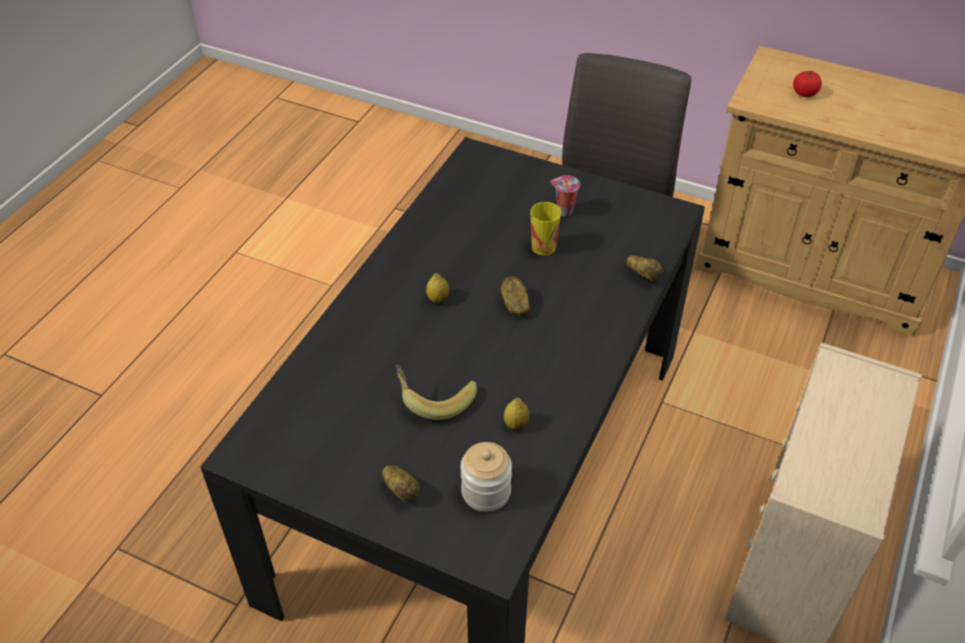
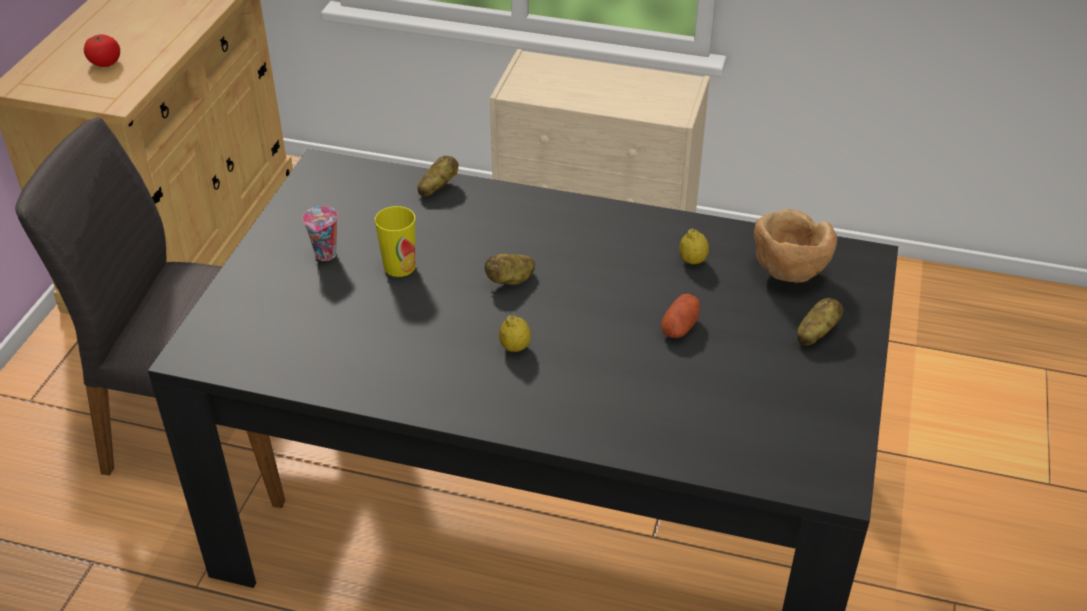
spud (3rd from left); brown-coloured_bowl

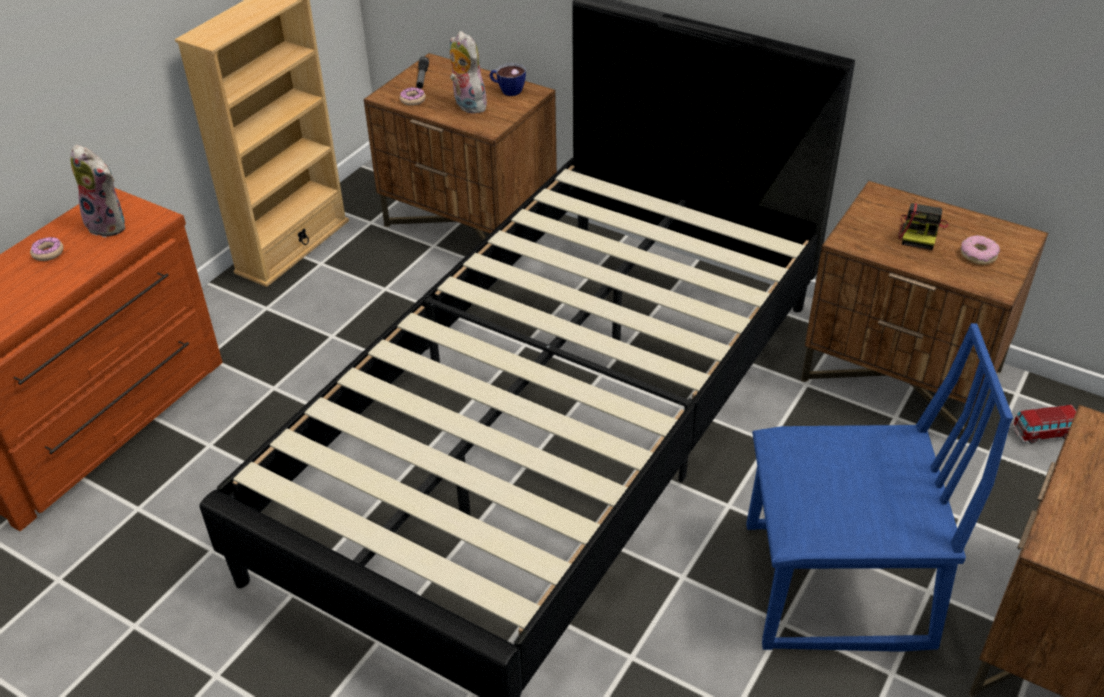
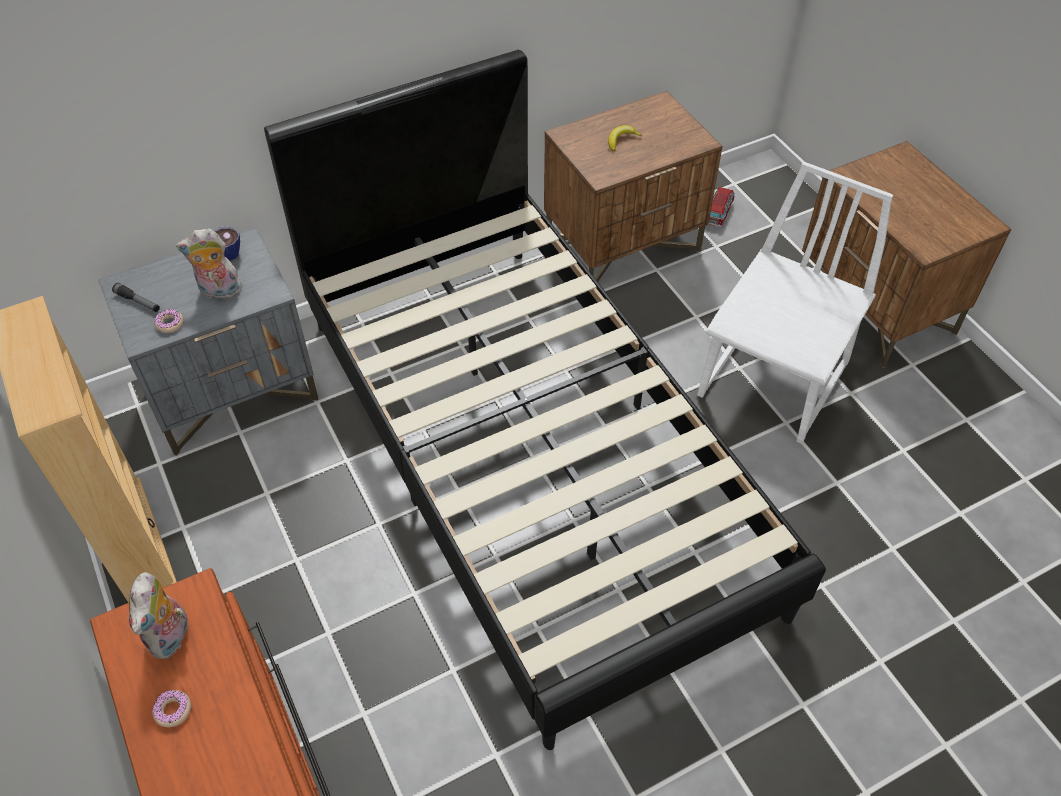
plush_toy (1st from left); greyish_bedside_table; white_chair; whole_banana; donut (3rd from left in the first image)

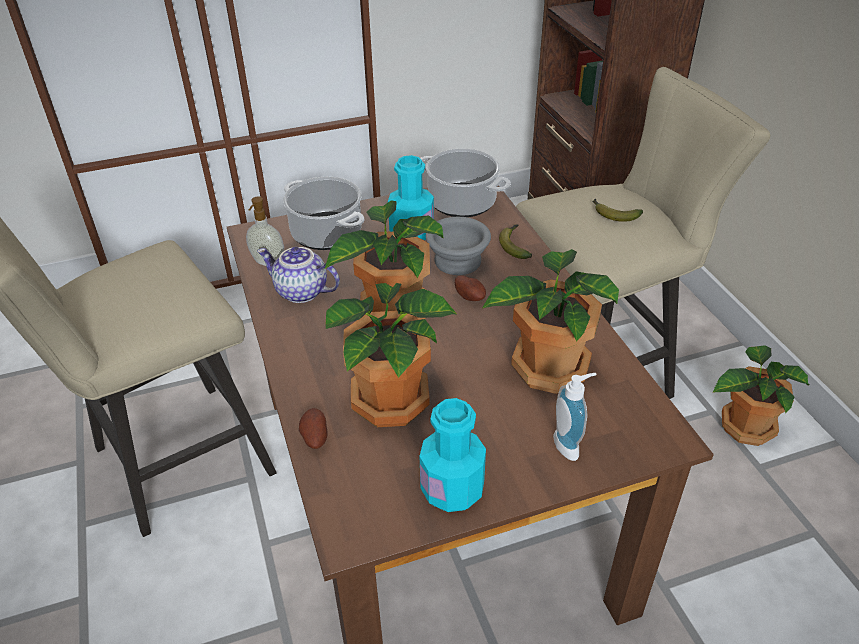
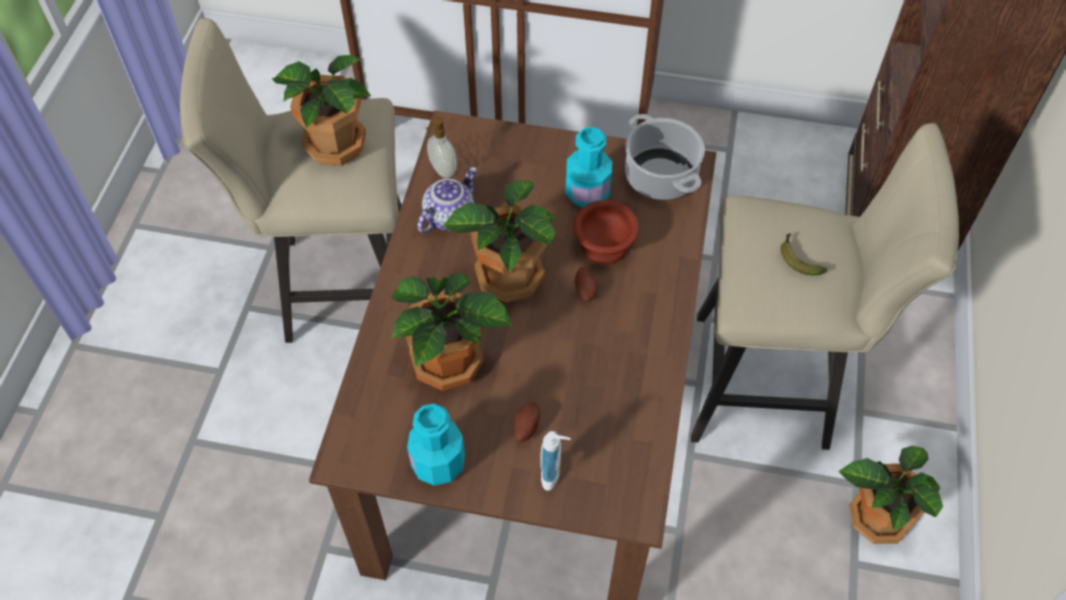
teapot; saucepot (1st from left in the first image); spud (1st from left); brown-coloured_bowl; potted_plant (1st from left); whole_banana (1st from left in the first image)

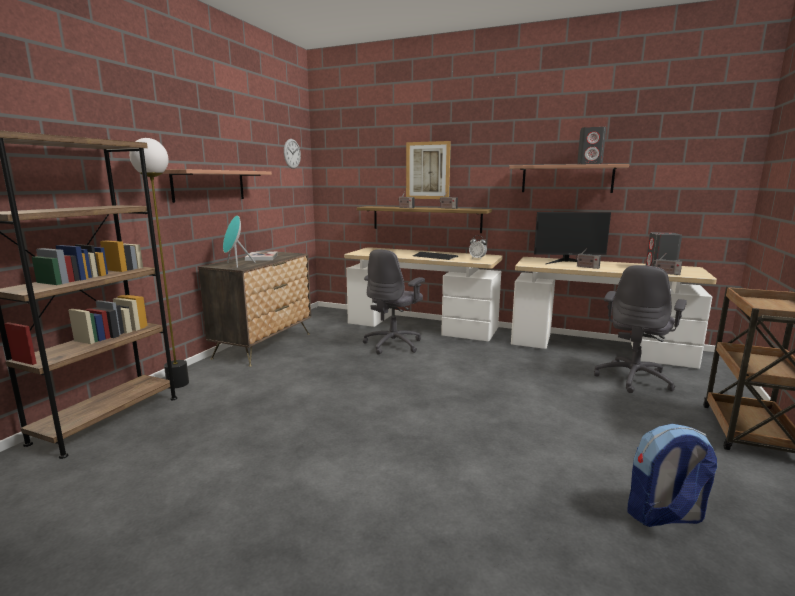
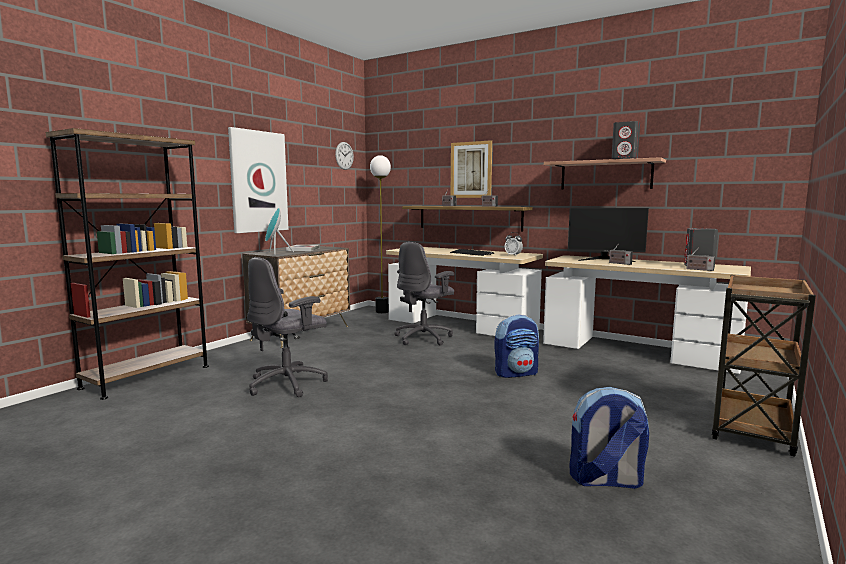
standing_lamp; wall_picture (1st from left); greyish_computer_chair (1st from left); knapsack (1st from left)

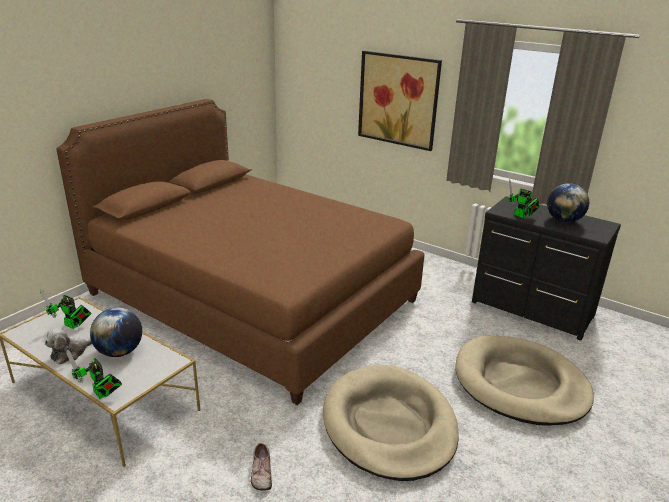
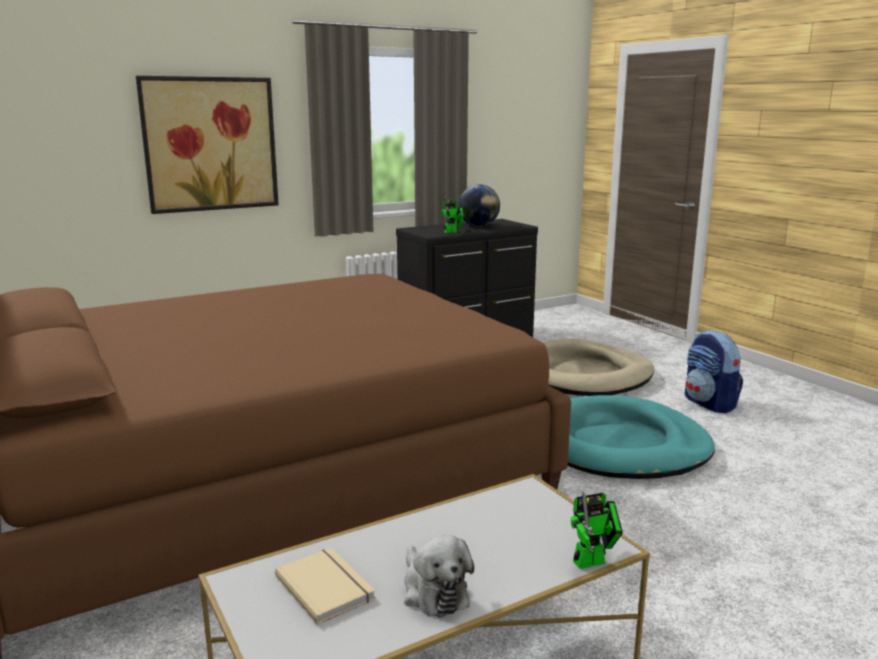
sand-coloured_volume; world_globe (1st from left in the first image); item_of_footwear; turquoise-coloured_dog_bed; knapsack

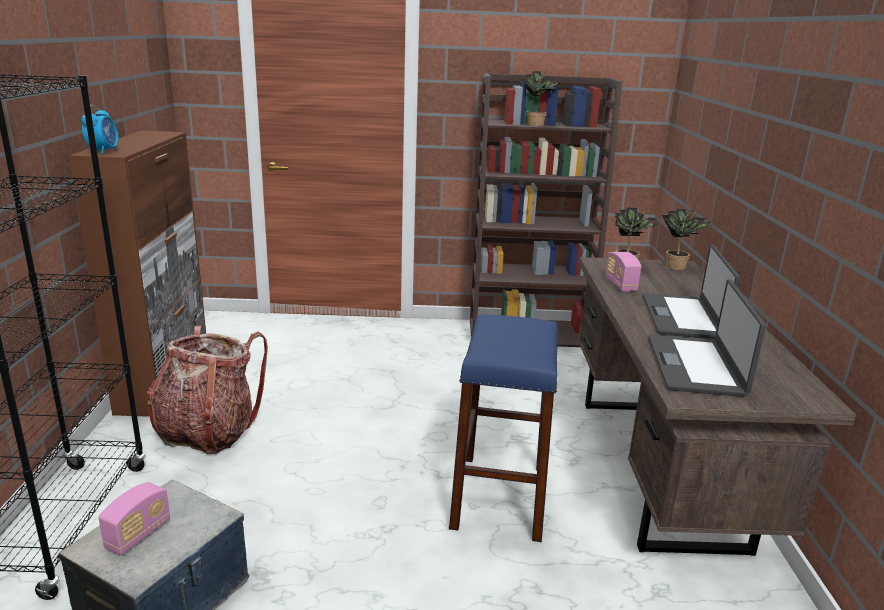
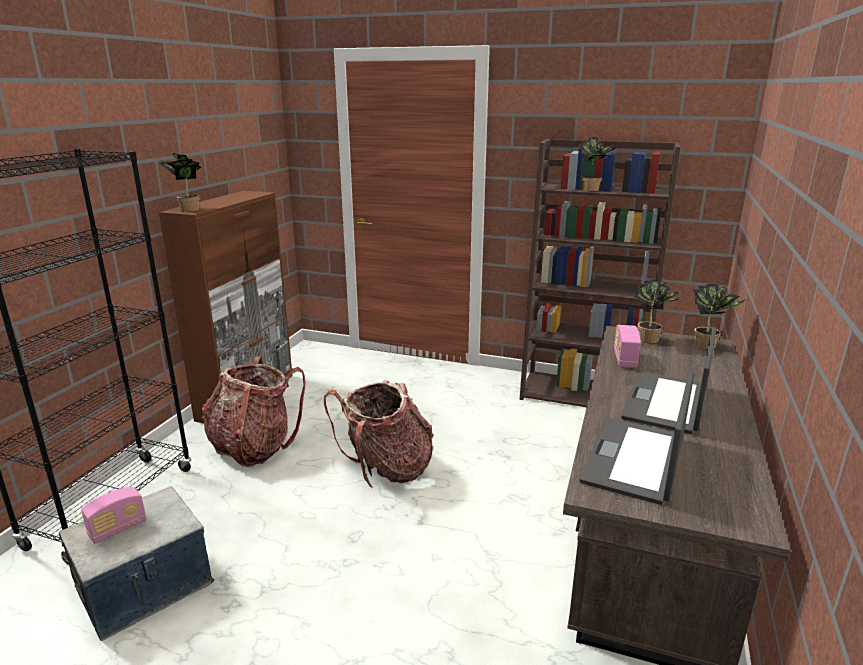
potted_plant (1st from left); blue_sitting_stool; knapsack (2nd from left)

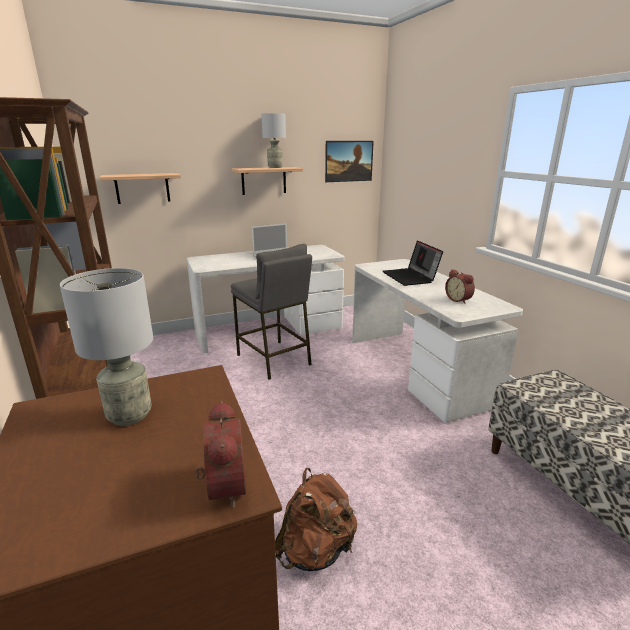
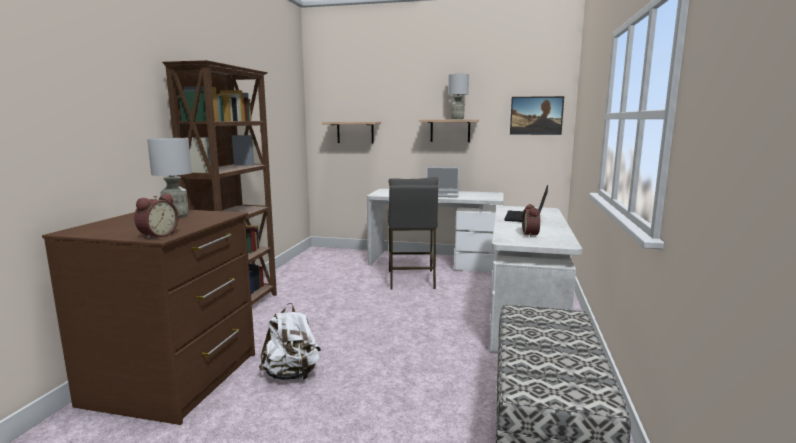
white_knapsack

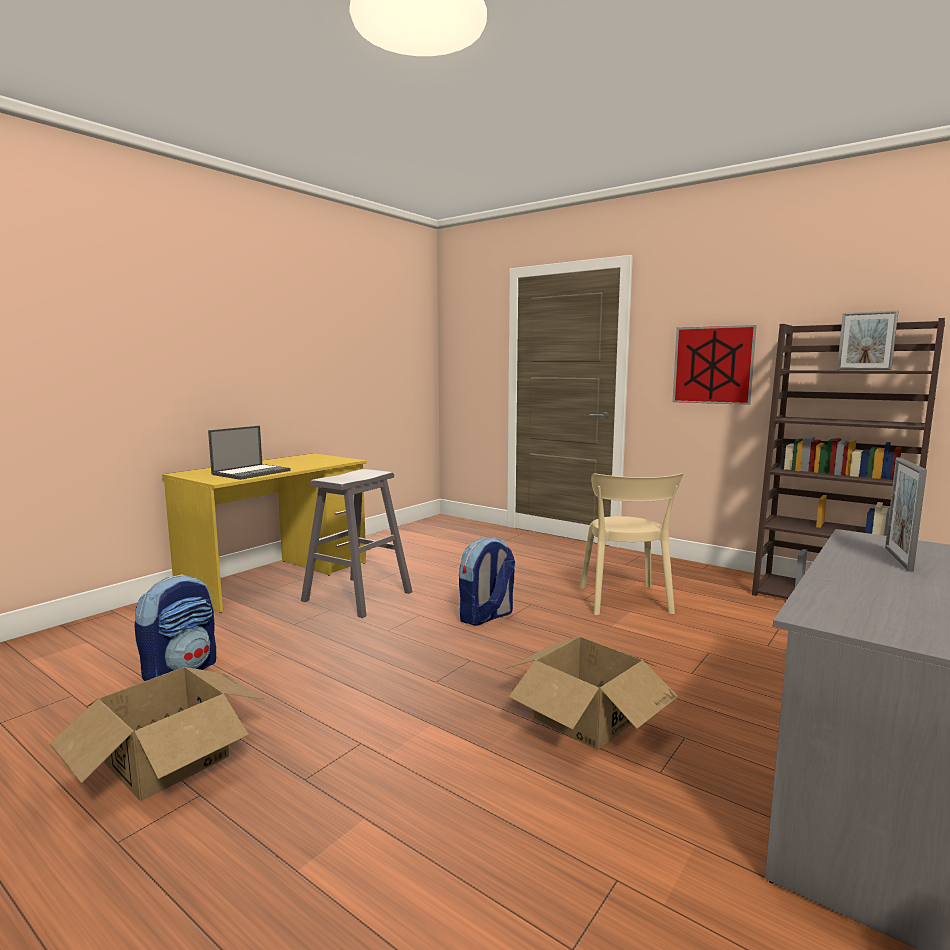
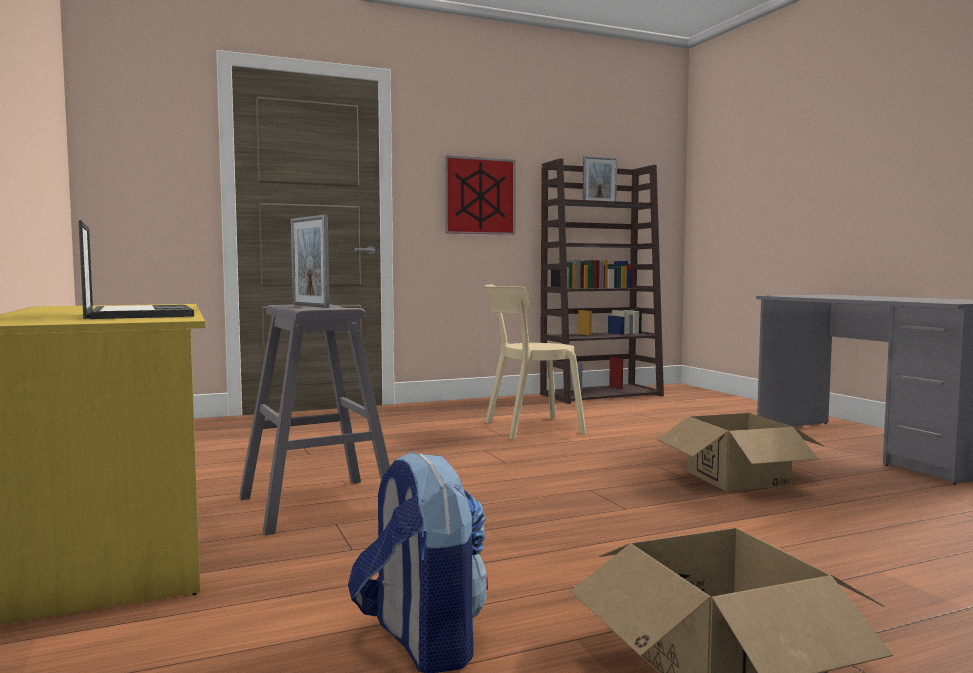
knapsack (2nd from left in the first image); sand-coloured_chair; photo_frame (1st from left)

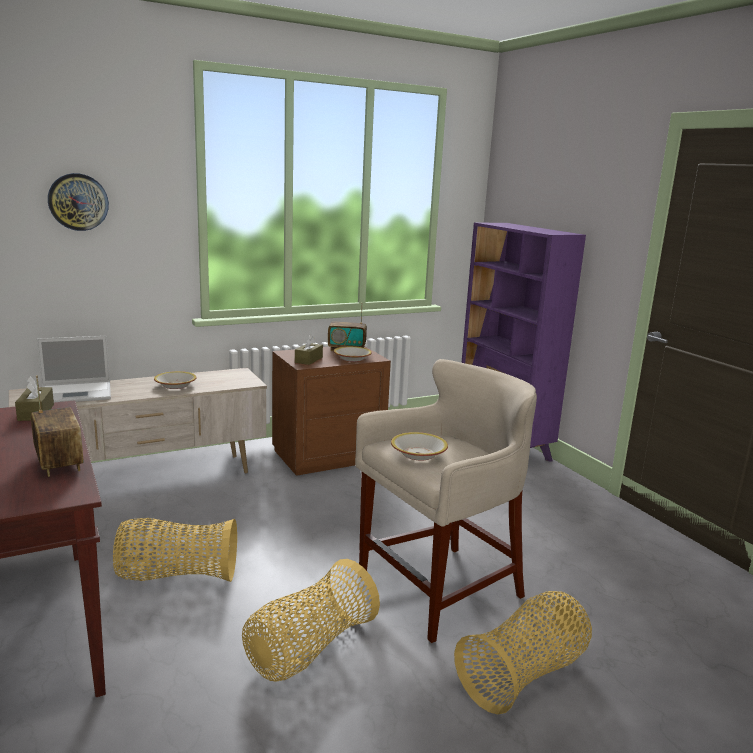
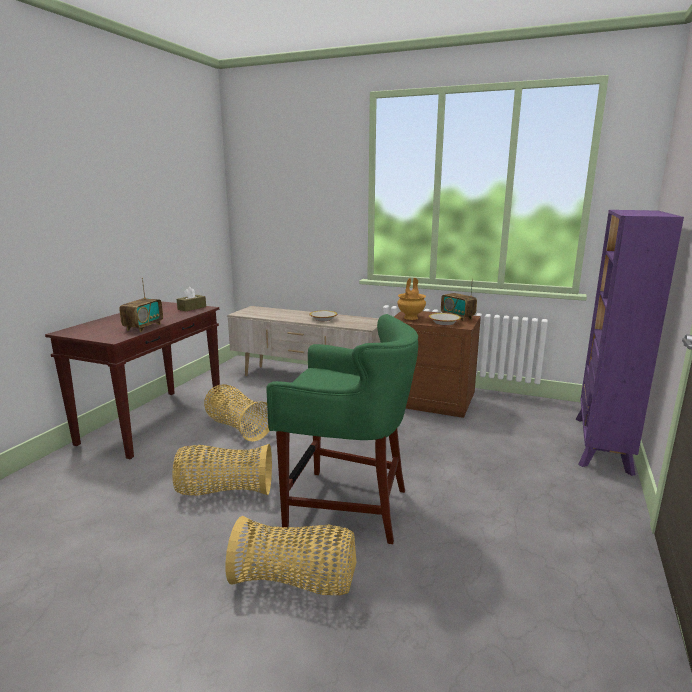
portable_computer; hanging_clock; brown-coloured_flower_vase; green-coloured_sitting_stool; bowl (3rd from left in the first image)

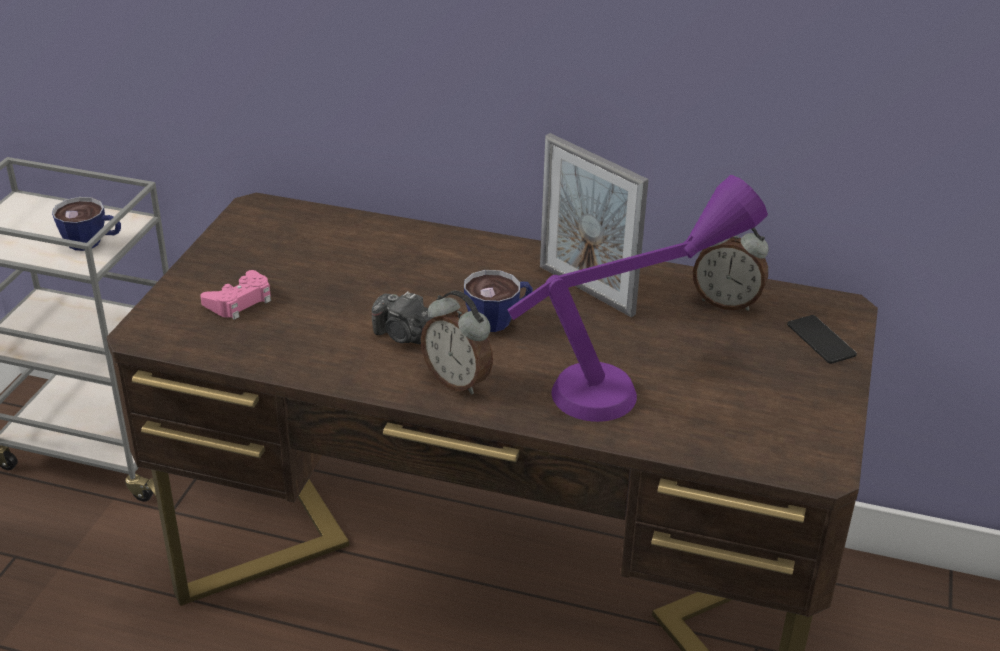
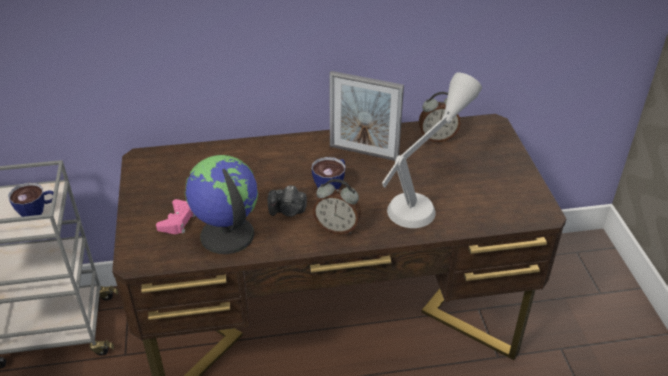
greyish_table_lamp; telephone; world_globe

